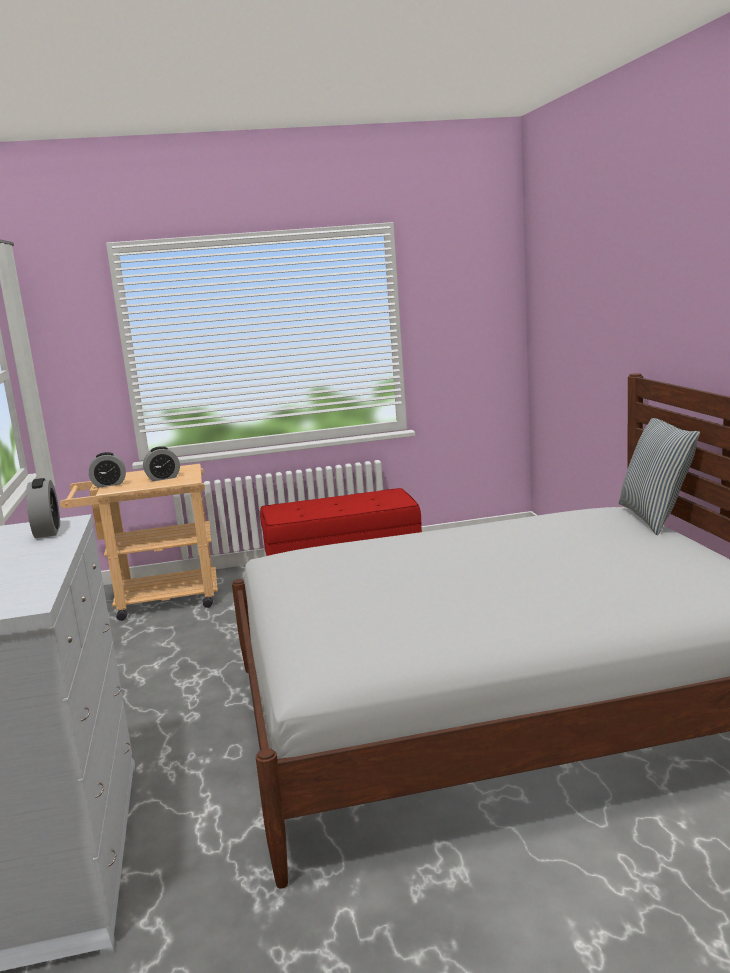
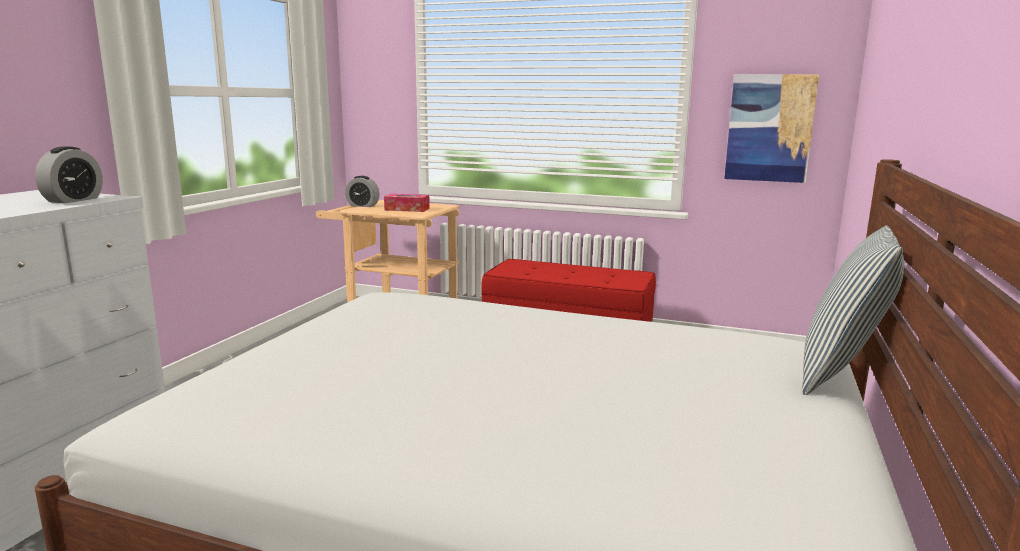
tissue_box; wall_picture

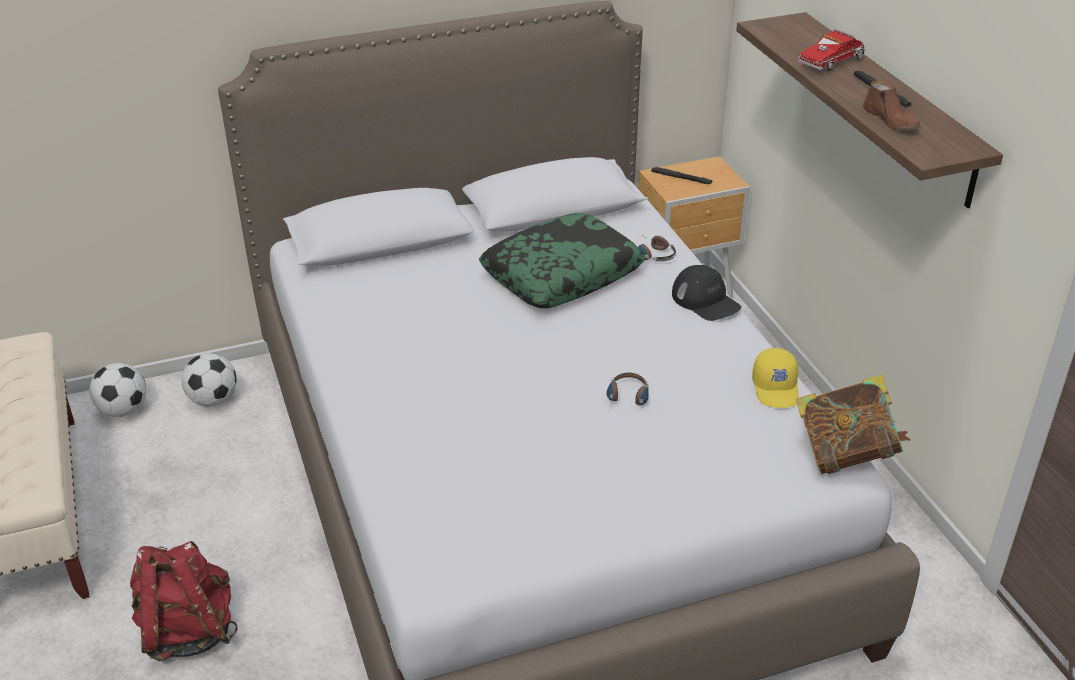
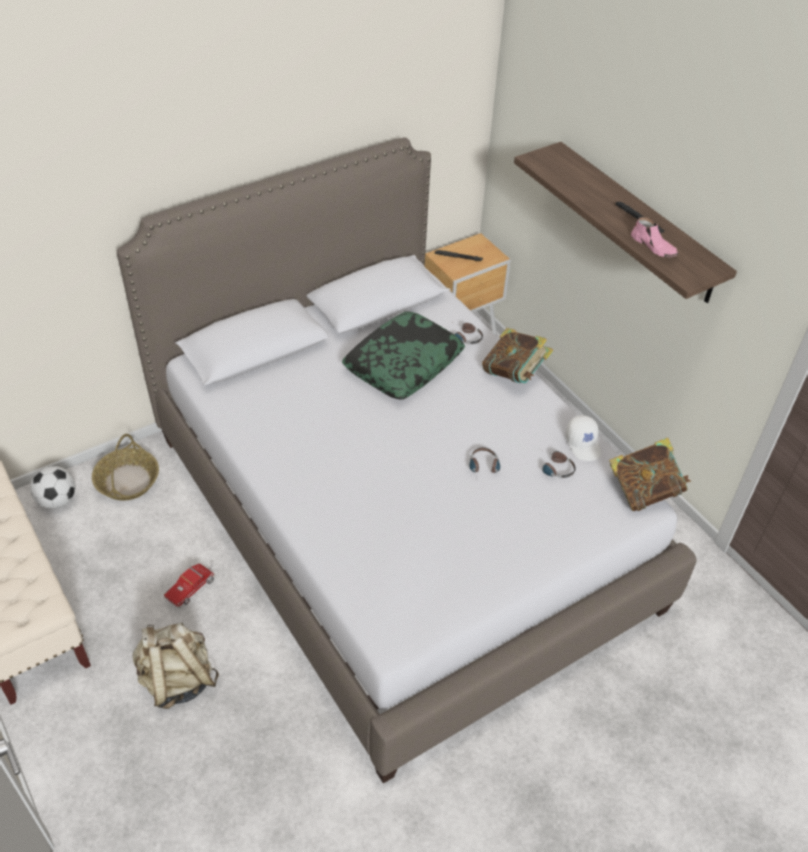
sand-coloured_knapsack; basket; volume (1st from left); white_cap; model_truck; pink-coloured_item_of_footwear; headset (3rd from left)

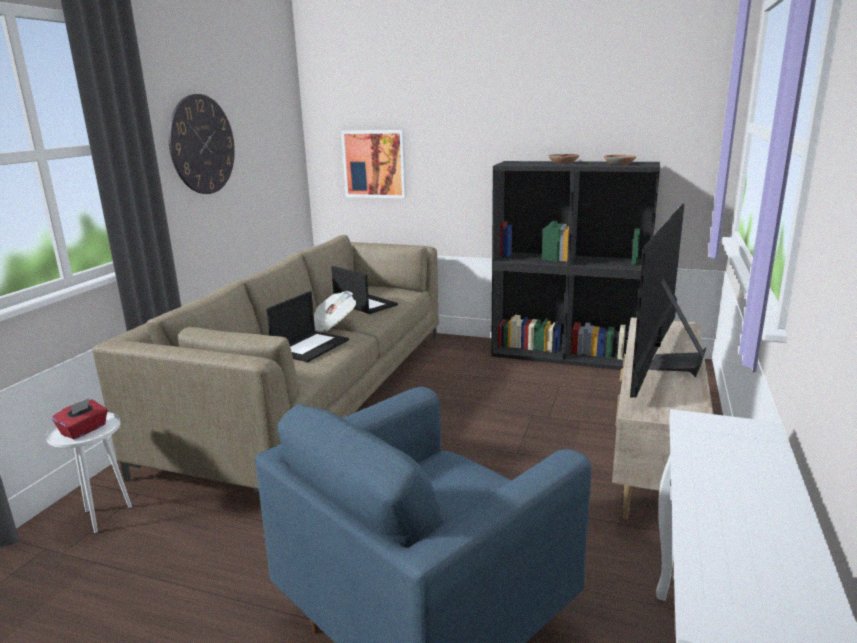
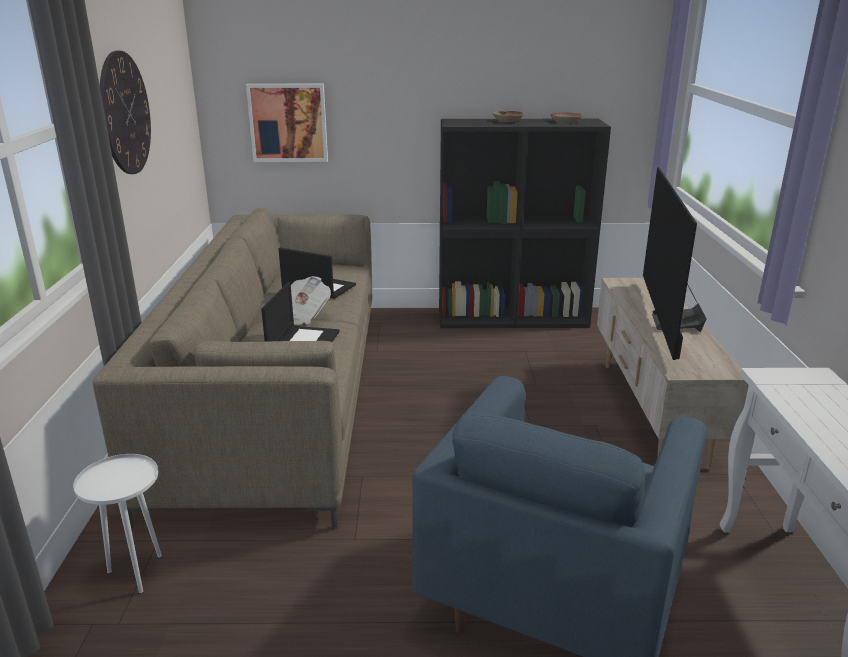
red_tissue_box

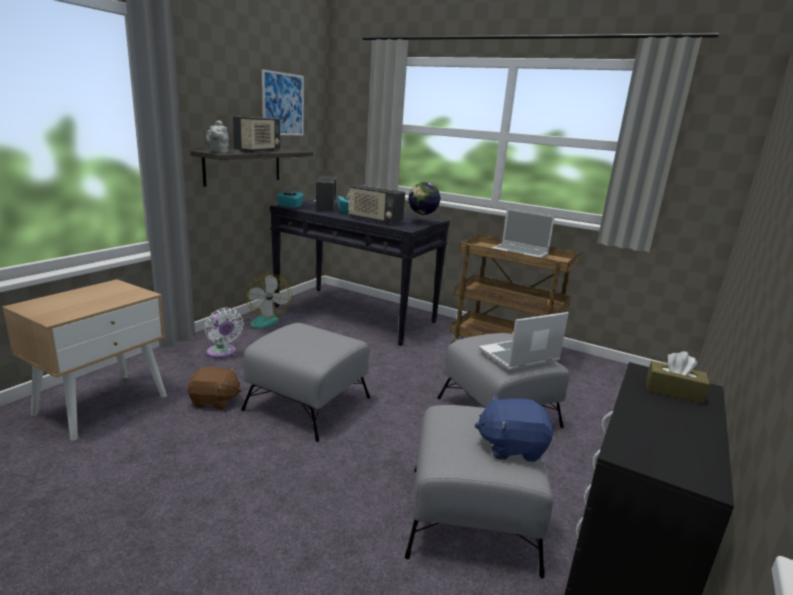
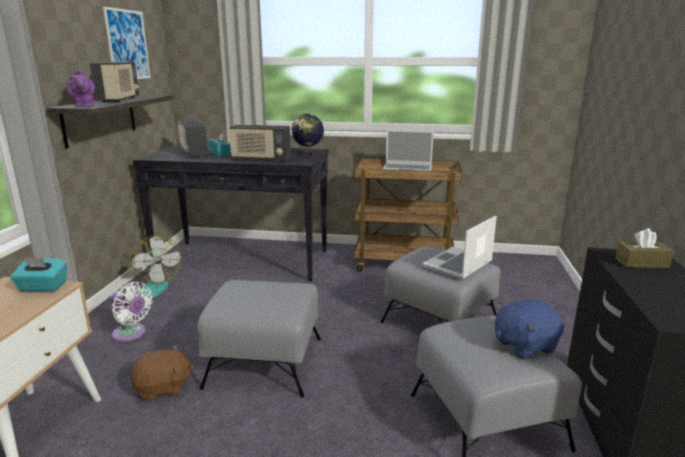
purple-coloured_teapot; turquoise-coloured_tissue_box (1st from left)

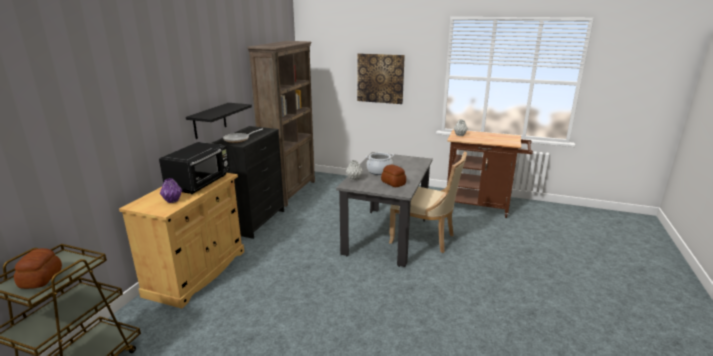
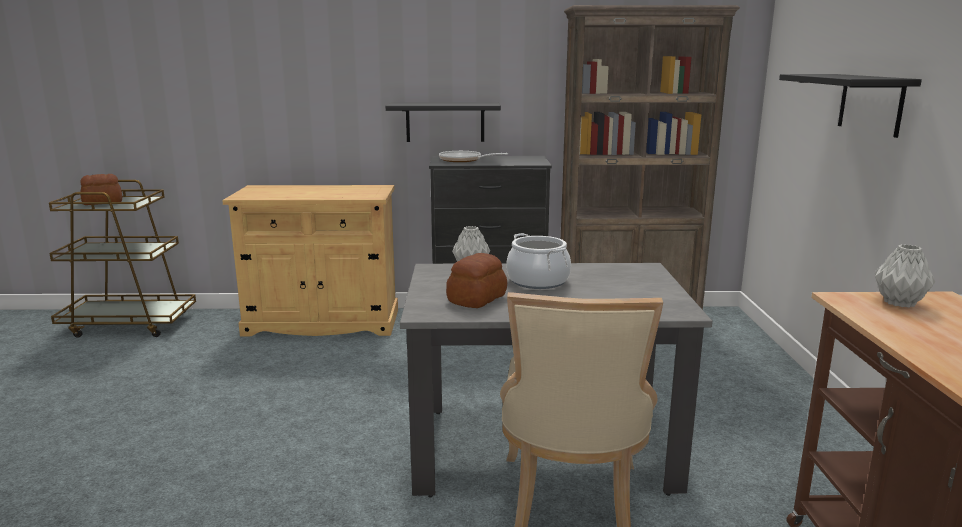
blackish_kitchen_microwave; purple-coloured_flower_vase; blackish_bracket_shelf (2nd from left)

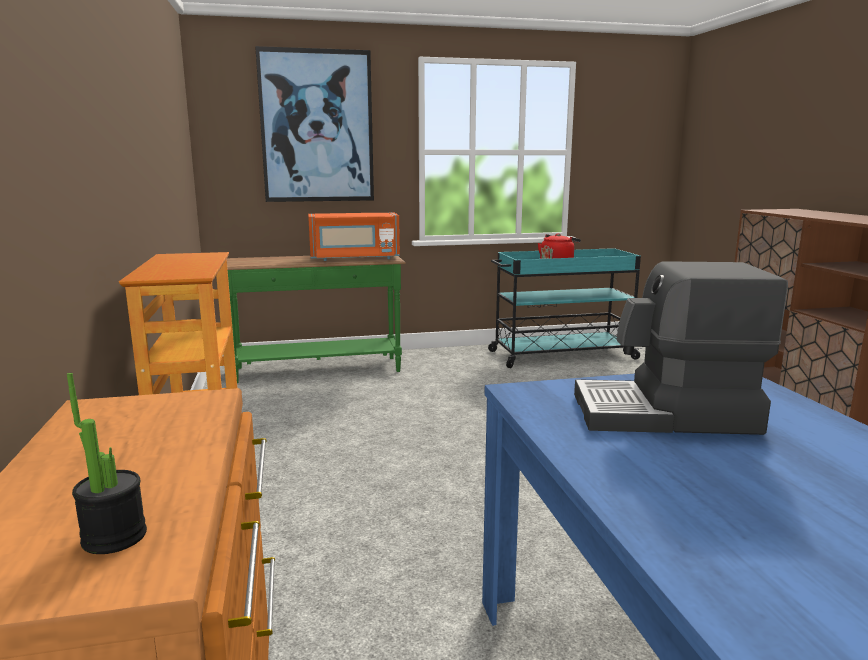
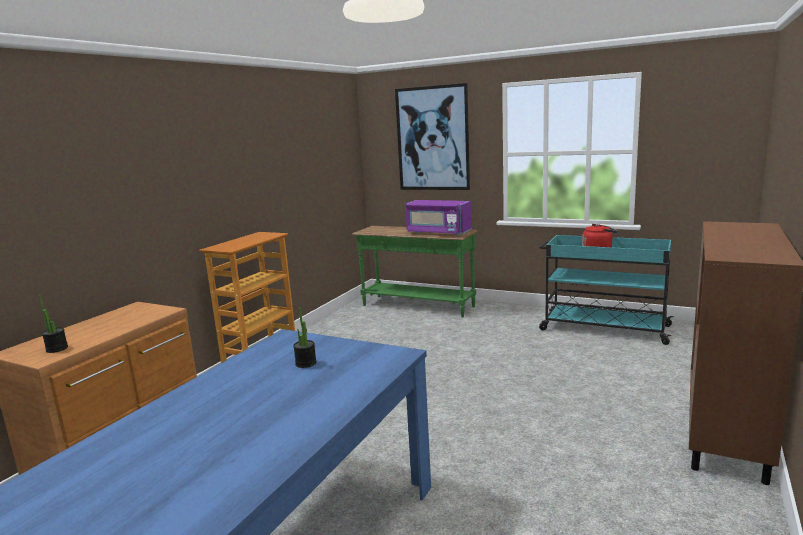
purple-coloured_kitchen_microwave; potted_plant (2nd from left)

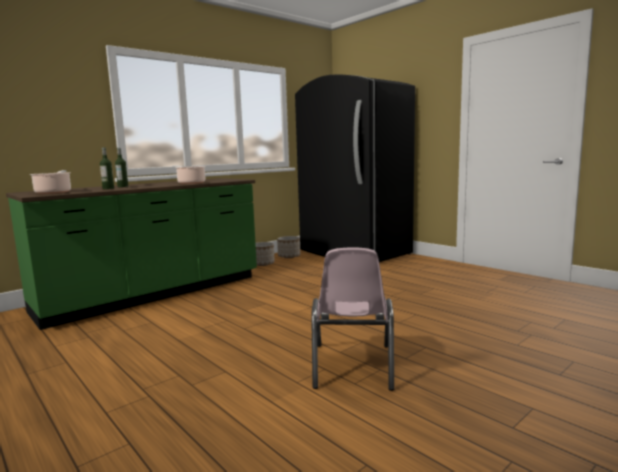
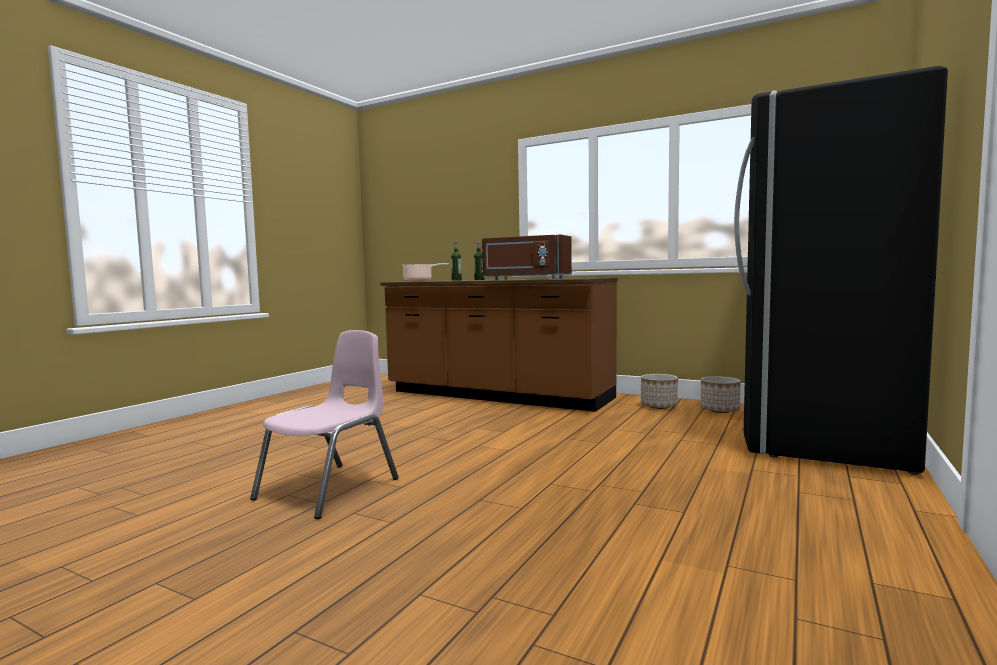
brown-coloured_kitchen_base_unit; brown-coloured_kitchen_microwave; pink-coloured_chair

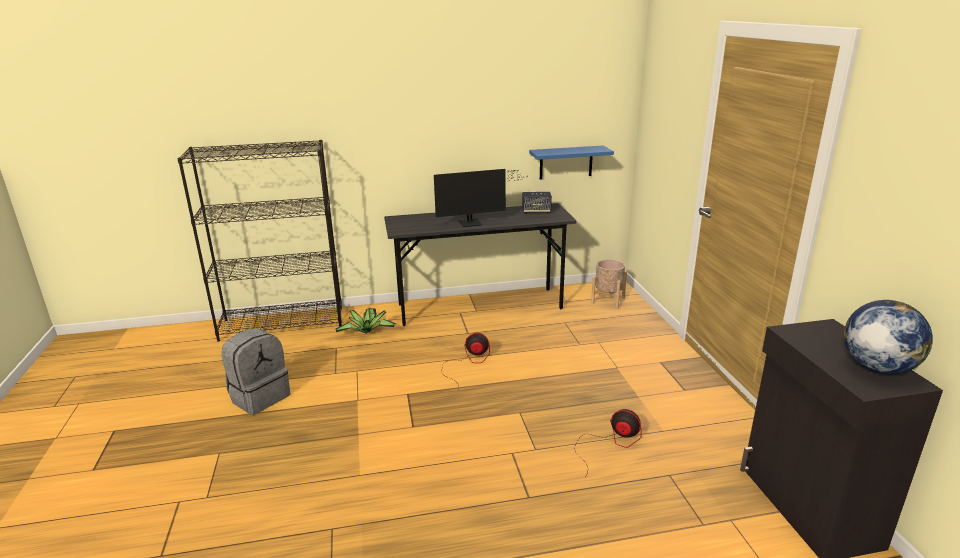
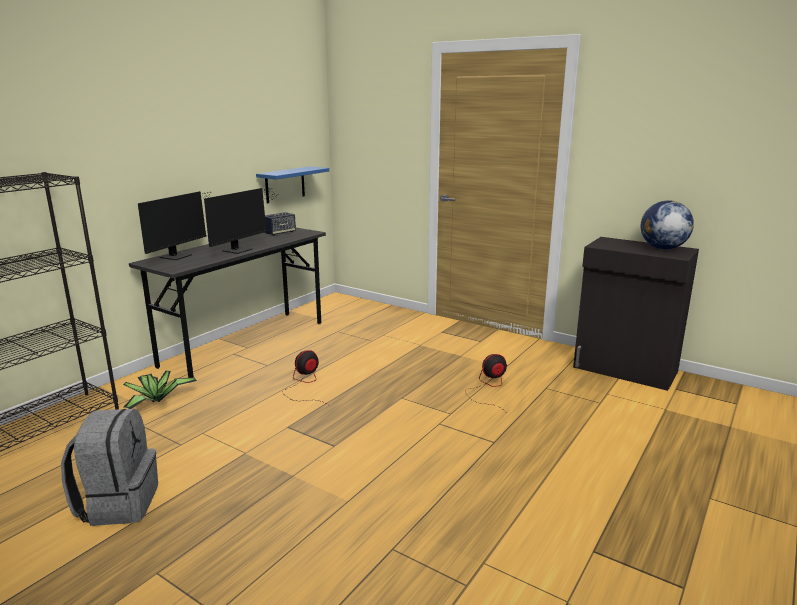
sand-coloured_planter; computer_display (1st from left)

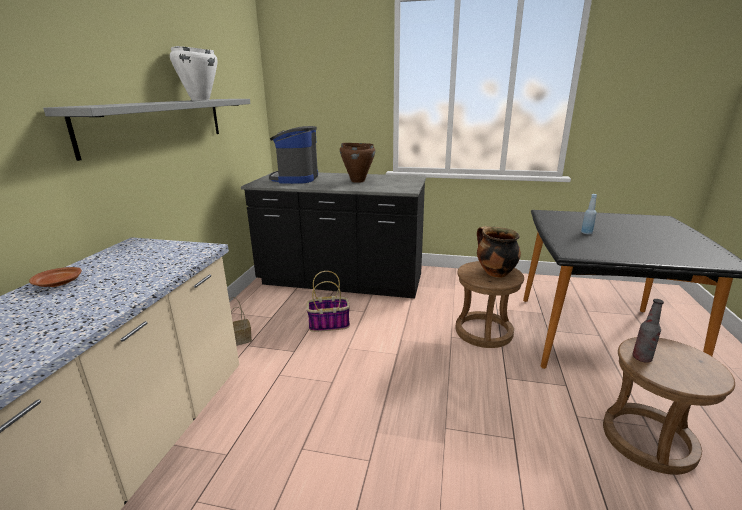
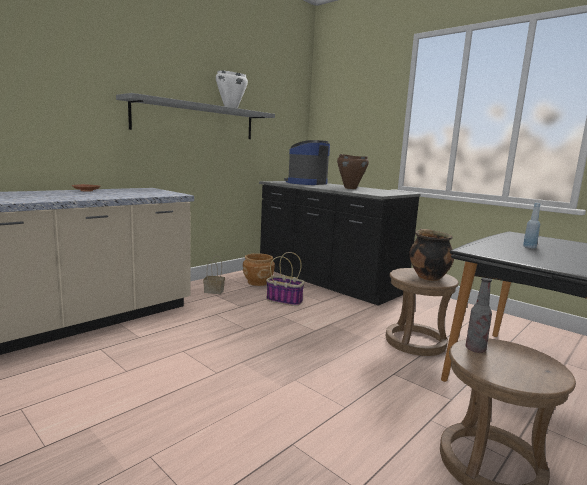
brown-coloured_planter

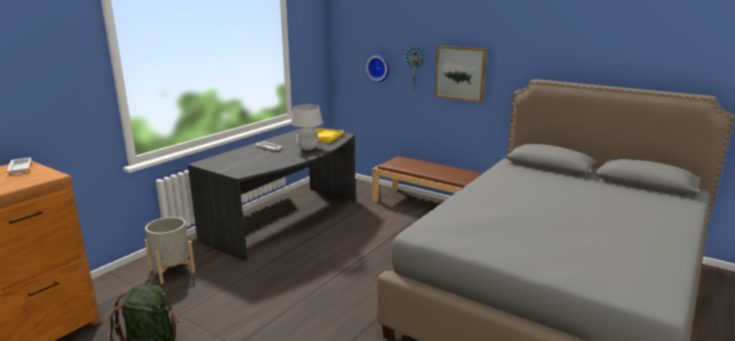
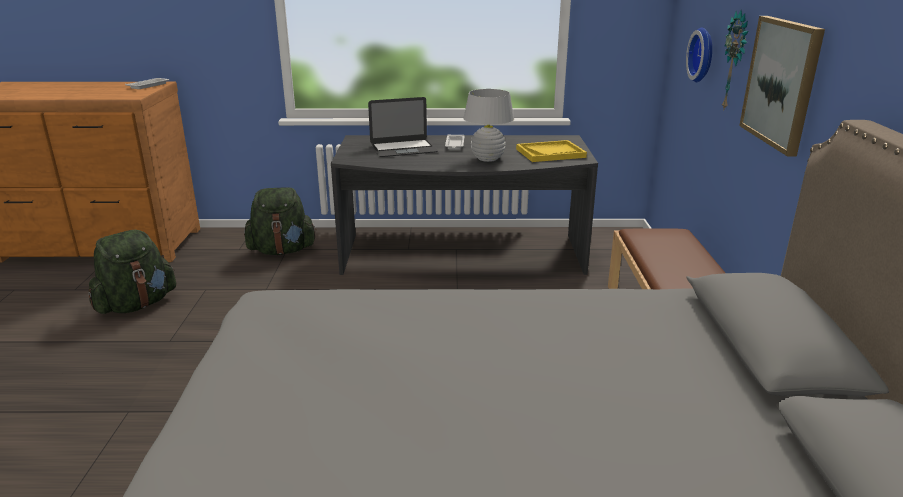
green-coloured_knapsack (2nd from left); portable_computer

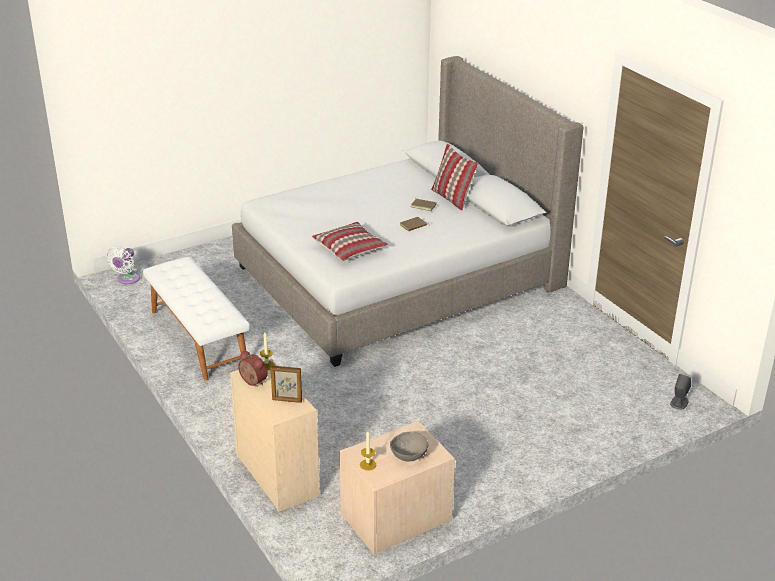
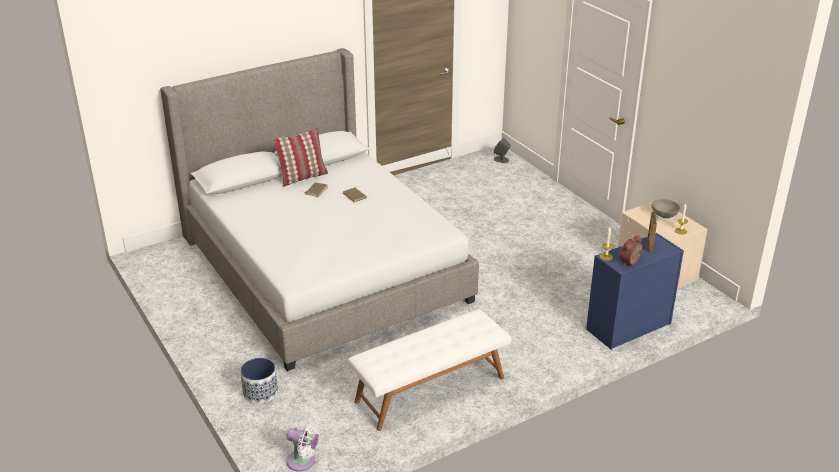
blue_dresser; pillow (1st from left in the first image); planter

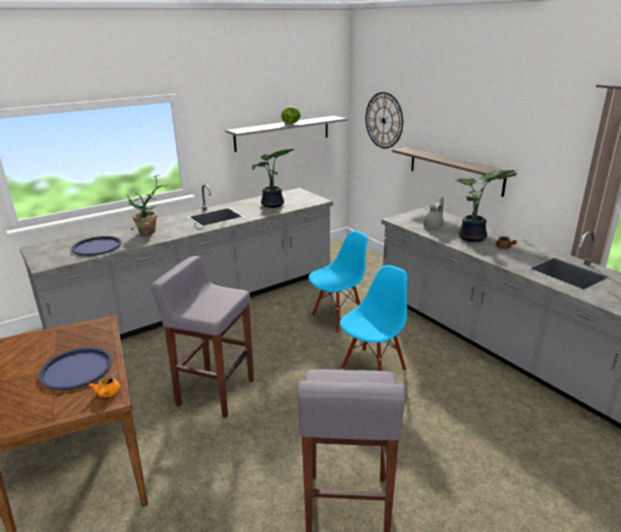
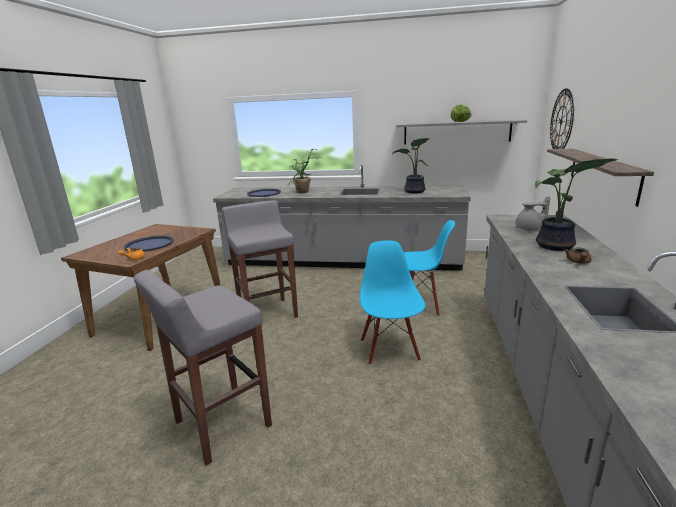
blue_chair (1st from left)

